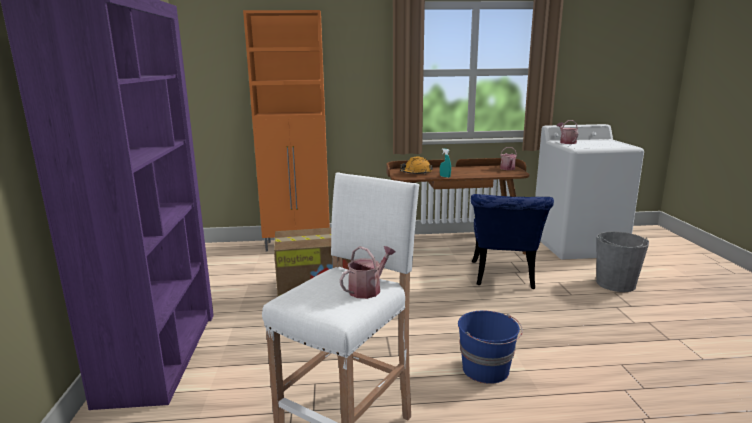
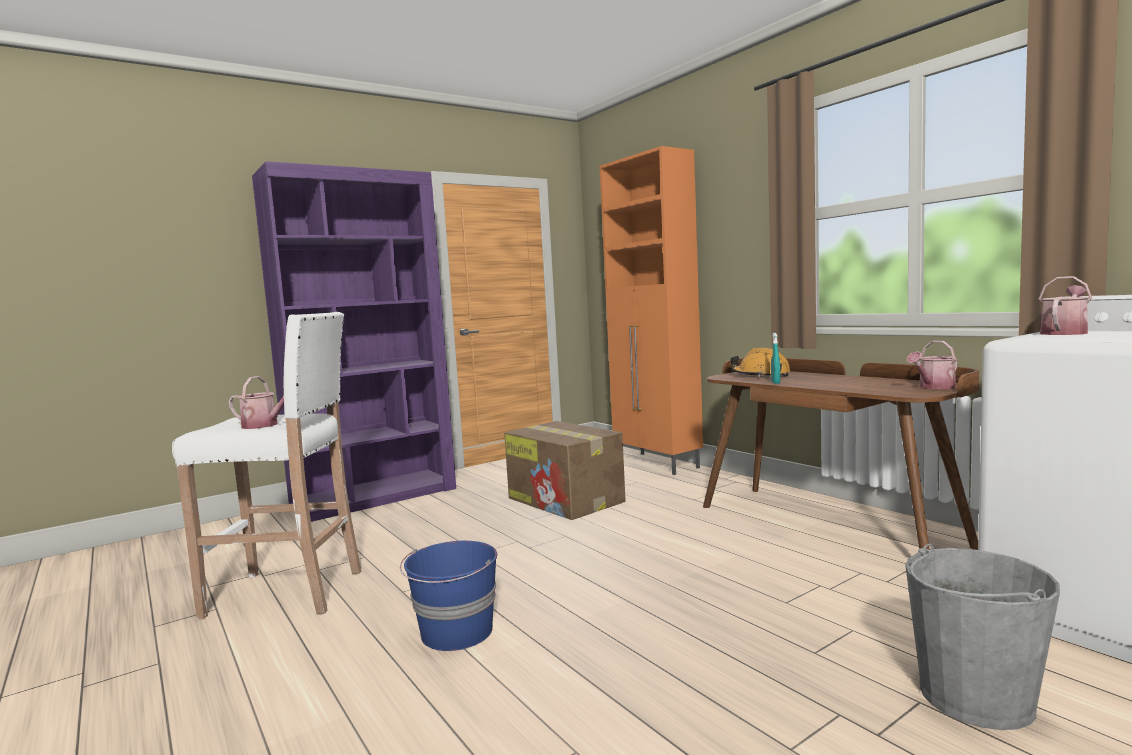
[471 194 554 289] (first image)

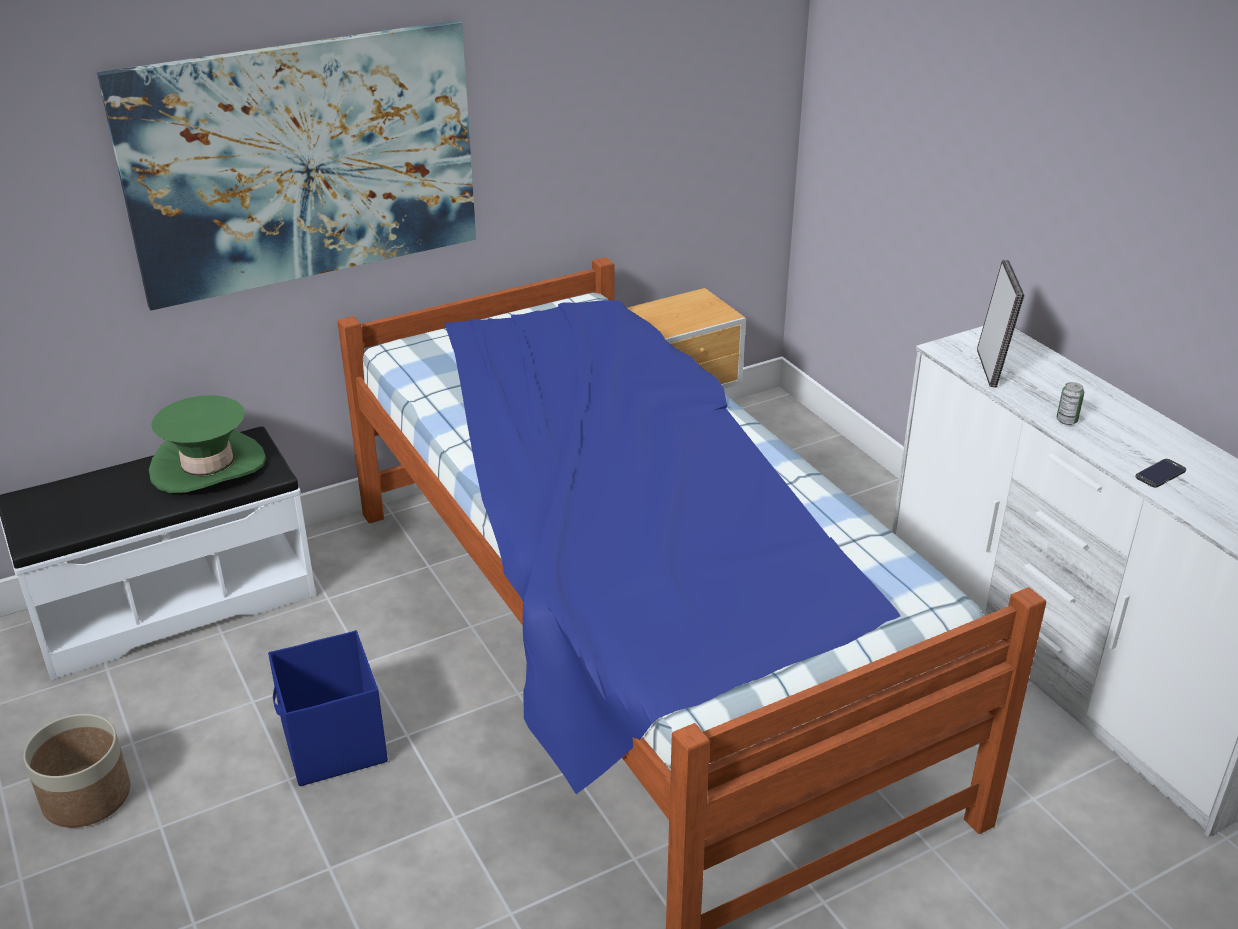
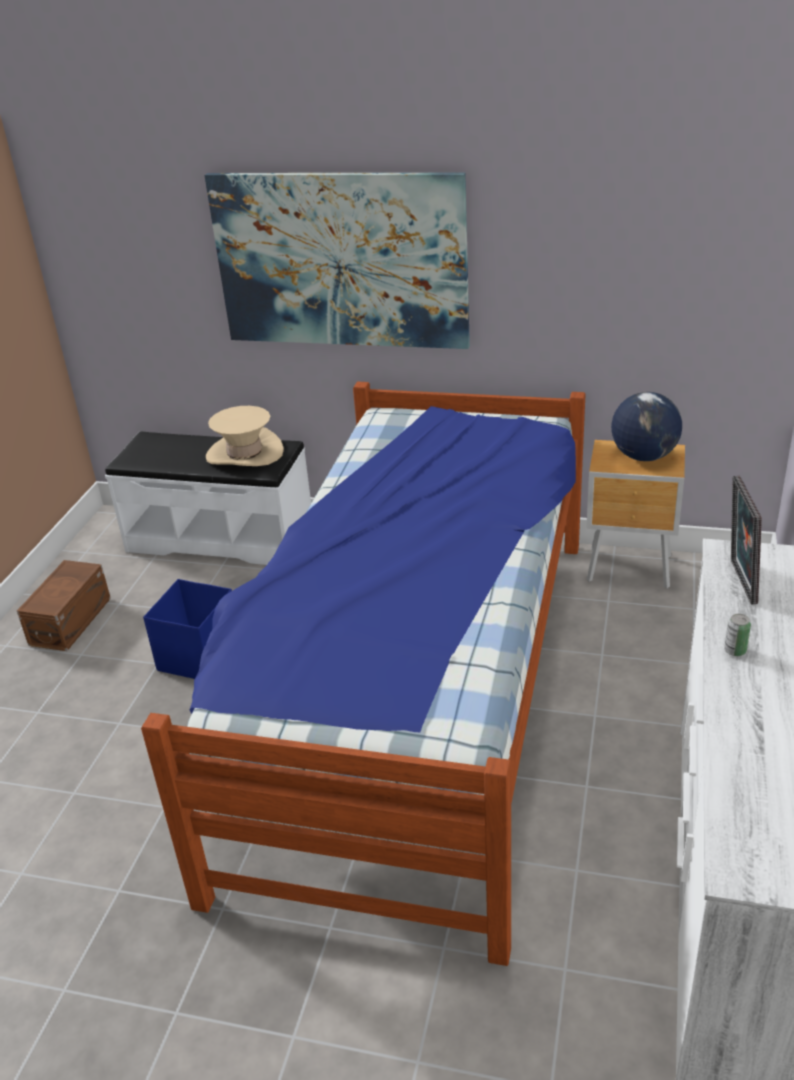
[17 560 111 651]
[206 406 284 466]
[611 392 682 461]
[731 475 762 604]
[1135 459 1186 488] (first image)

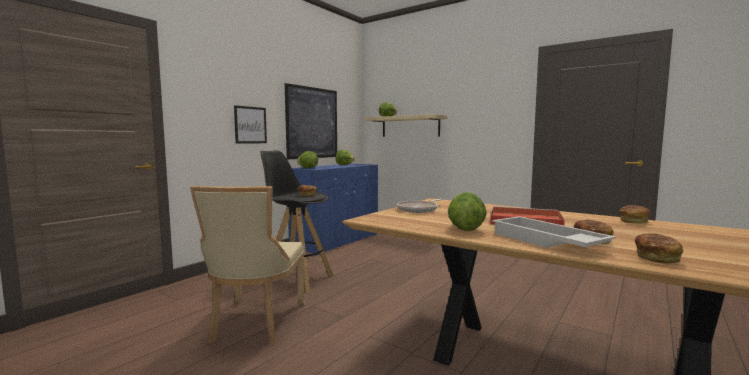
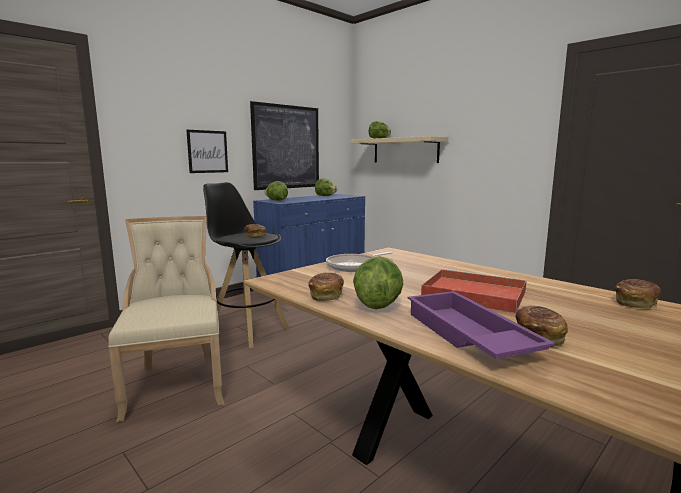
[108 216 225 422]
[308 273 344 301]
[407 291 555 359]

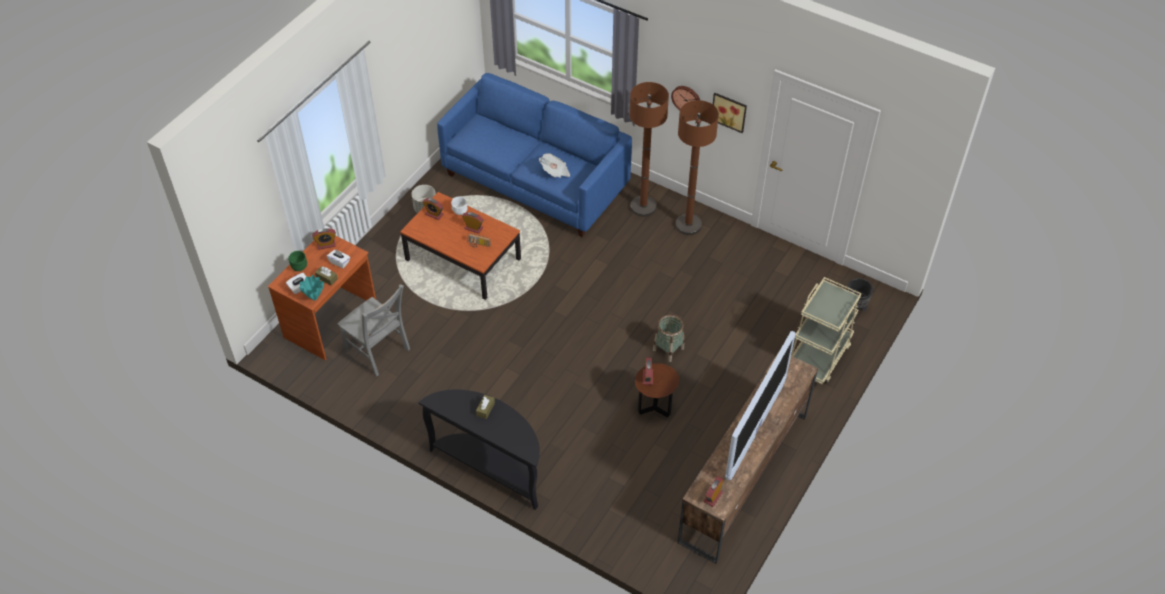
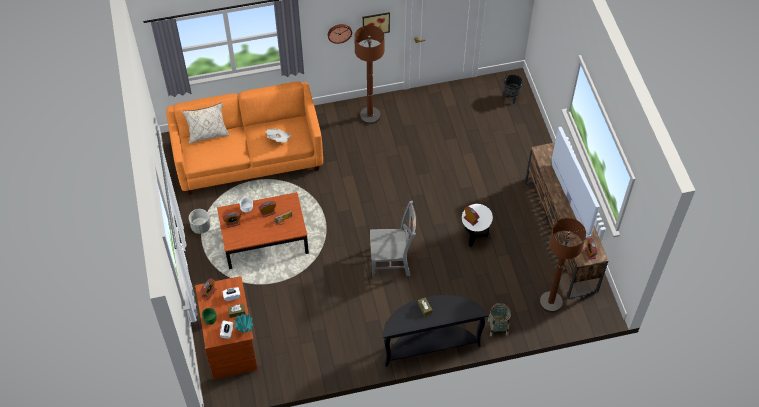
[166 81 323 195]
[182 103 230 144]
[370 201 416 278]
[462 204 493 247]
[488 303 511 336]
[540 218 586 313]
[791 277 862 384] (first image)

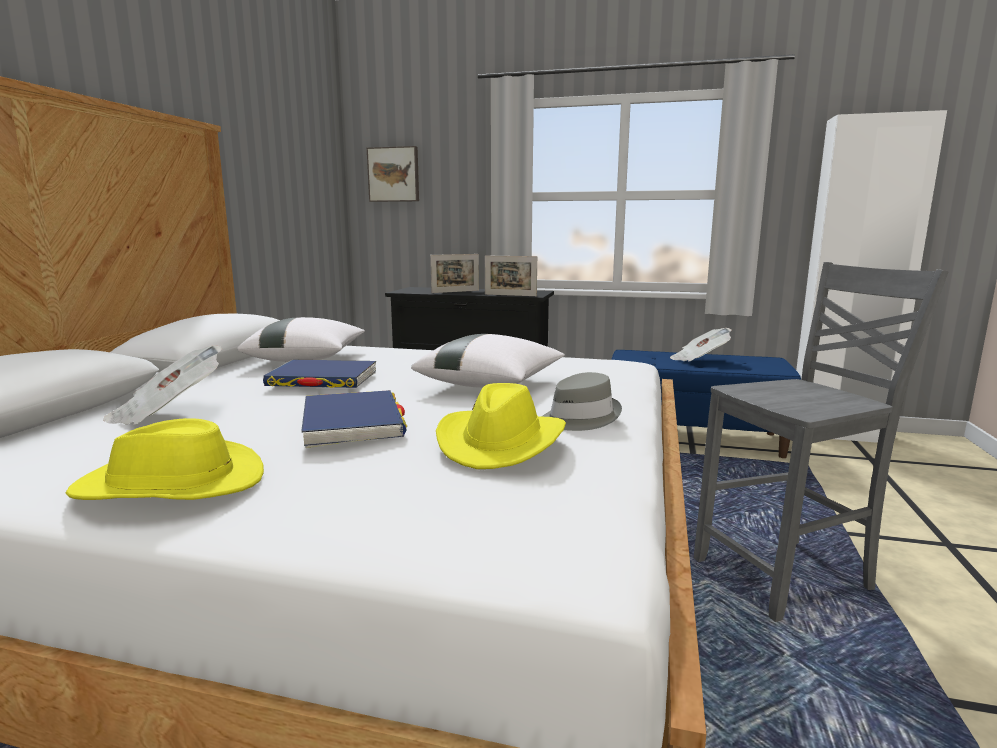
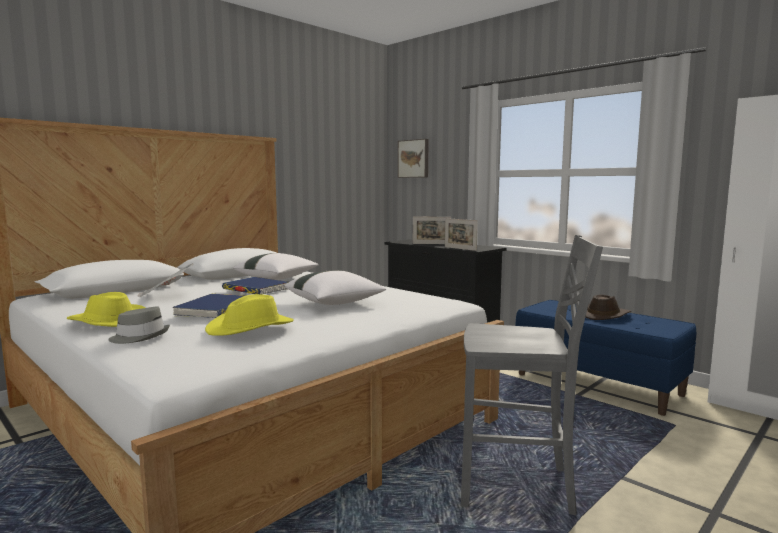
[108 306 170 344]
[586 294 631 320]

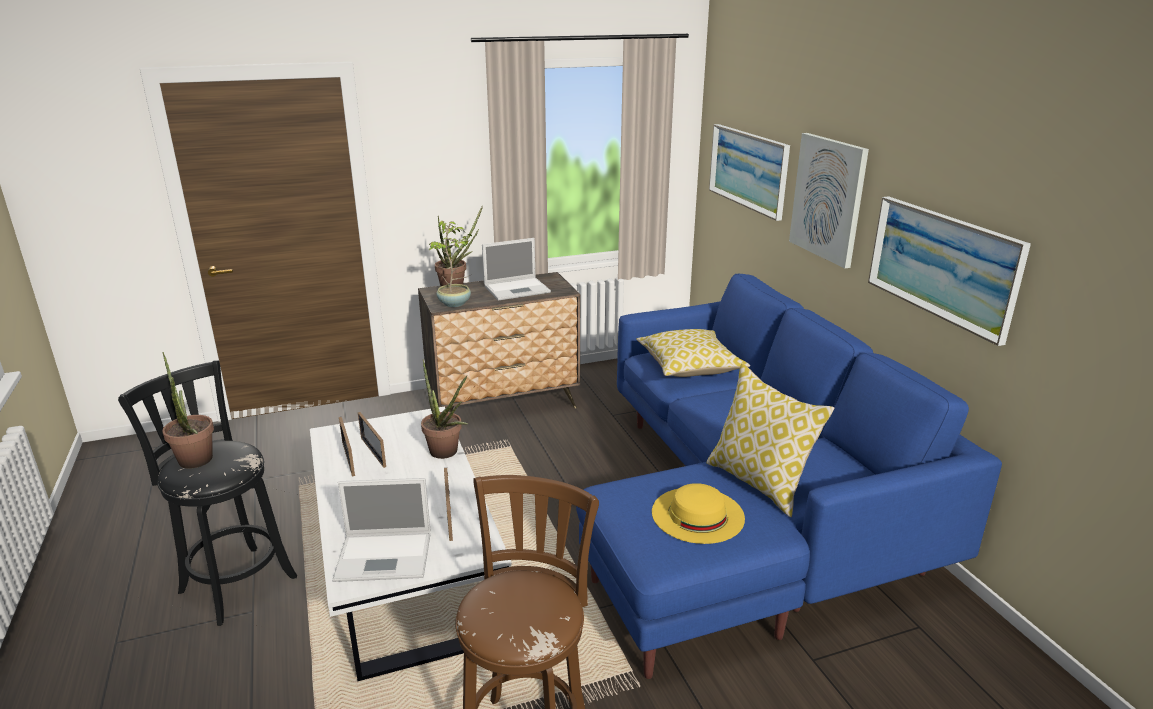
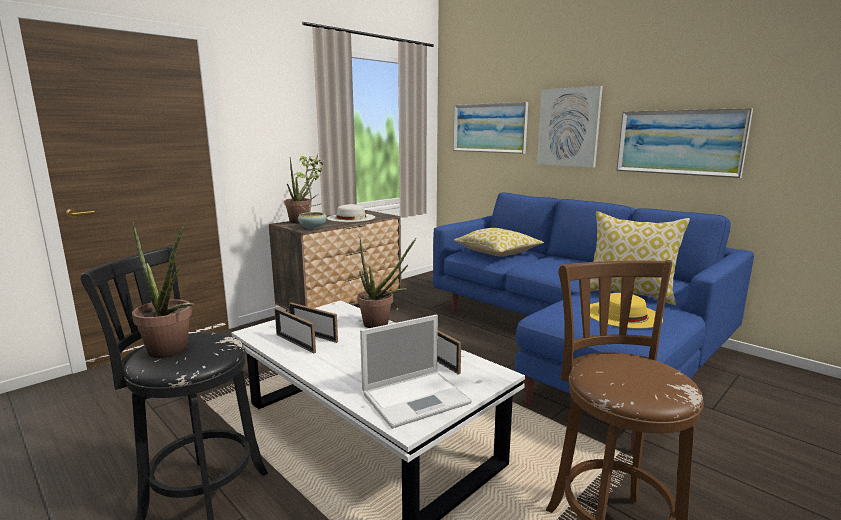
[327 204 375 222]

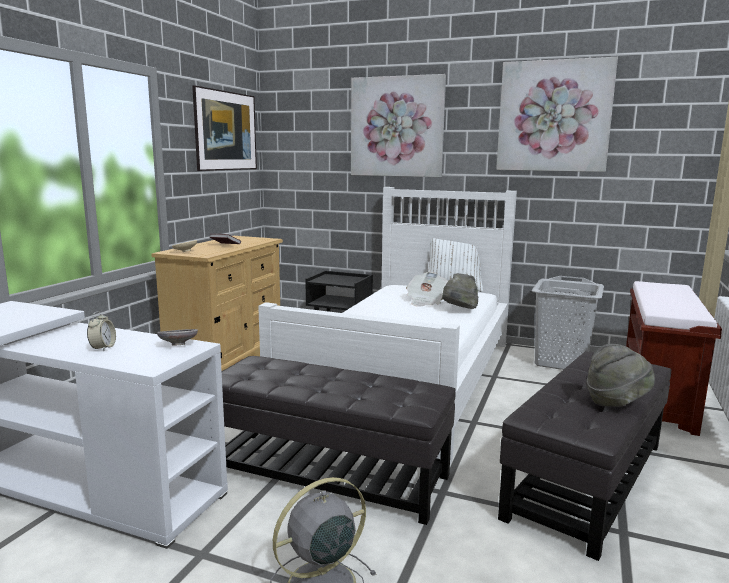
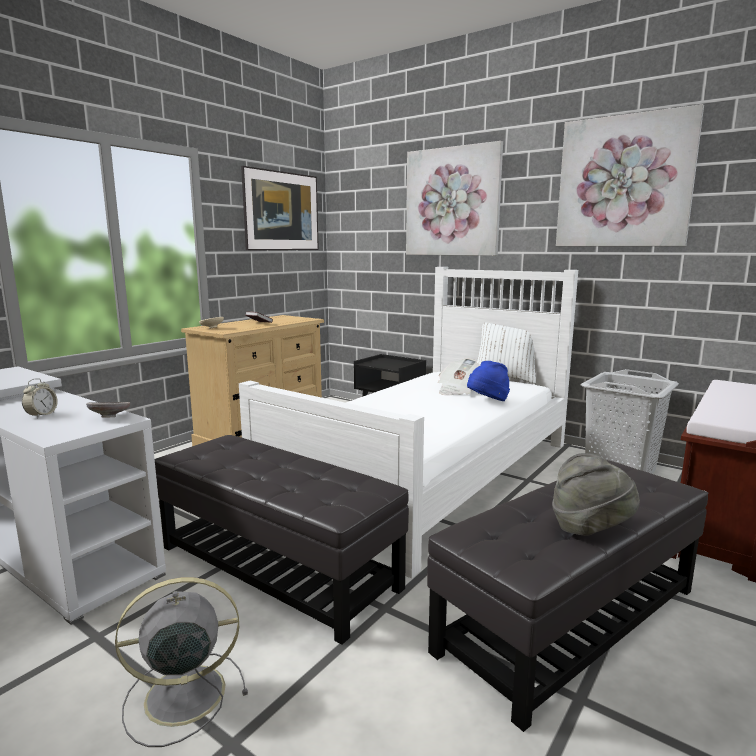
[467 361 510 401]

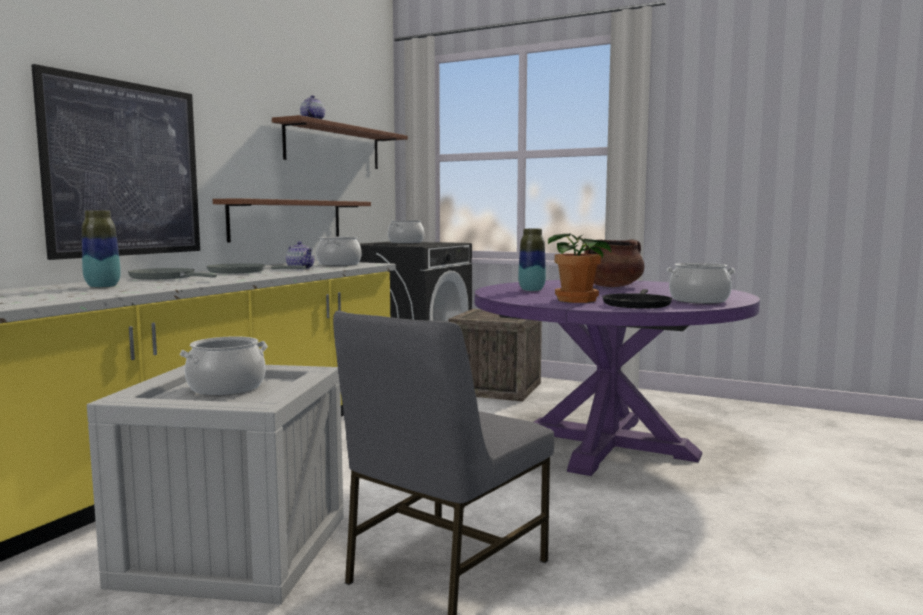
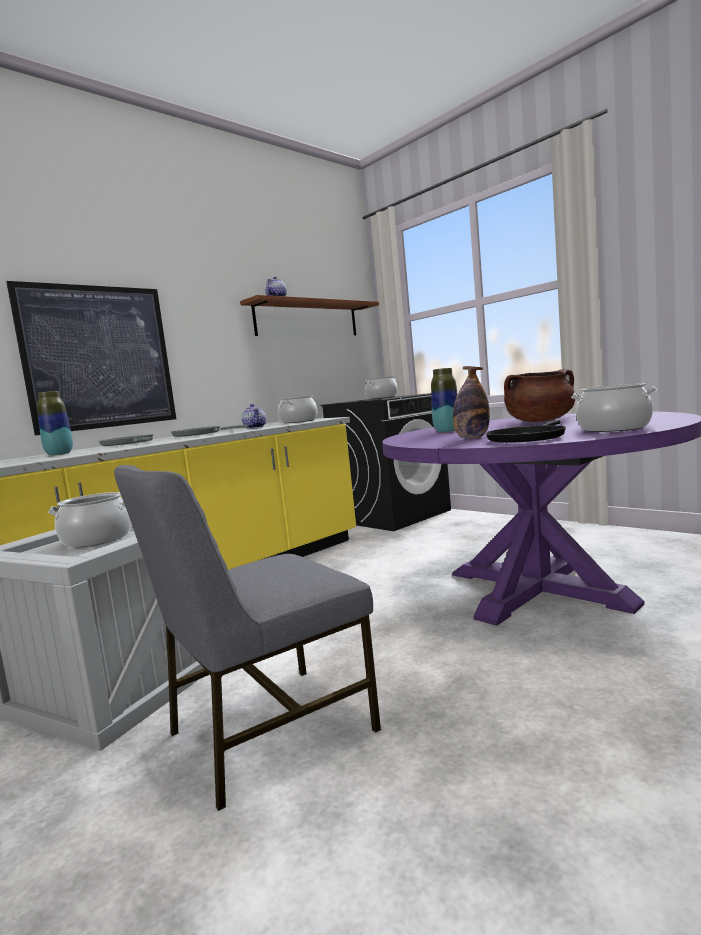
[453 366 490 438]
[213 198 371 243] (first image)
[448 309 542 401] (first image)

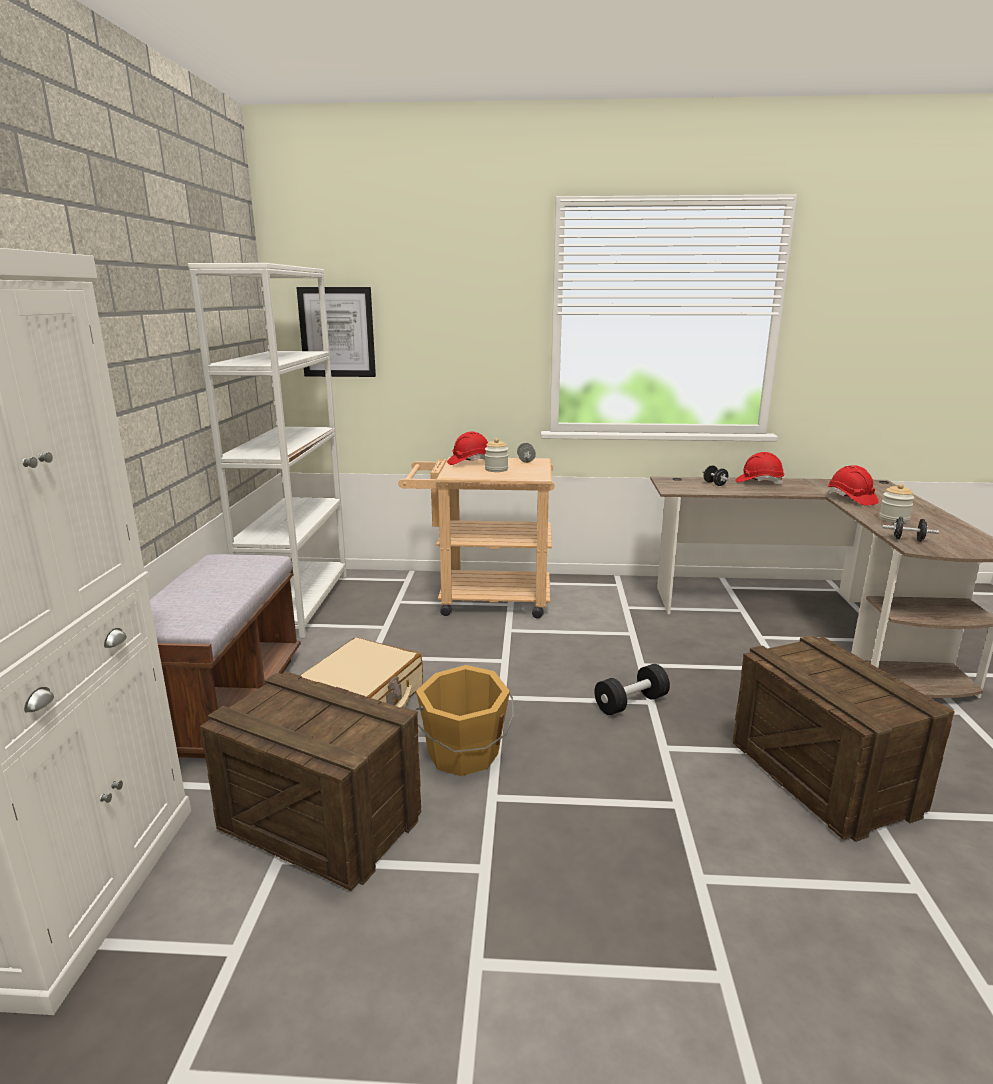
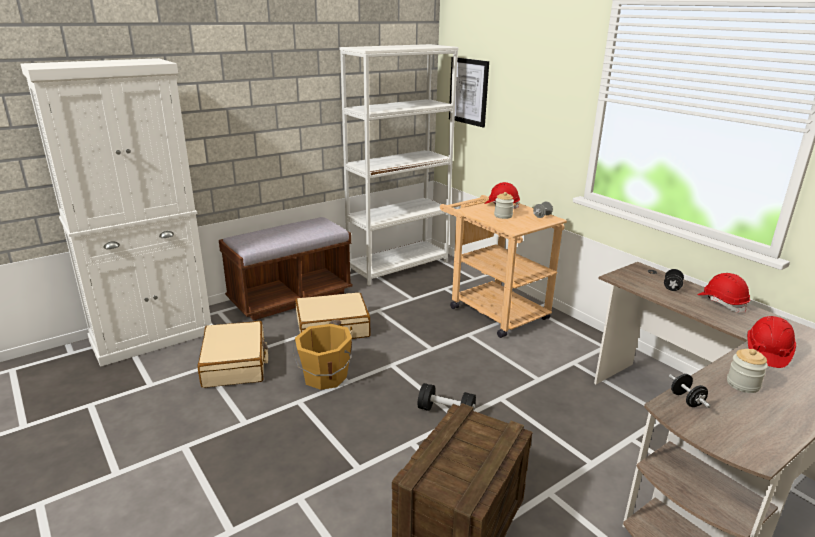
[198 321 268 388]

